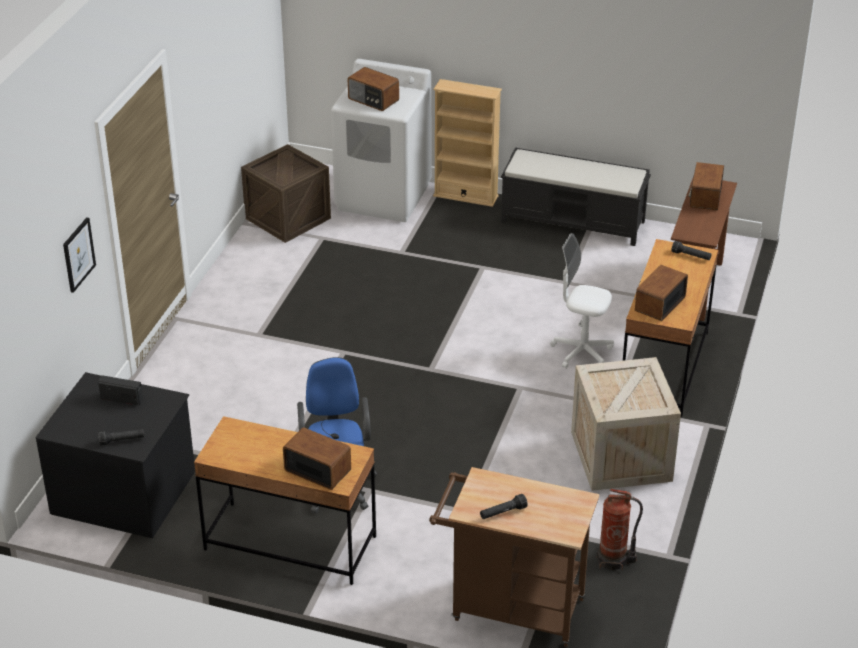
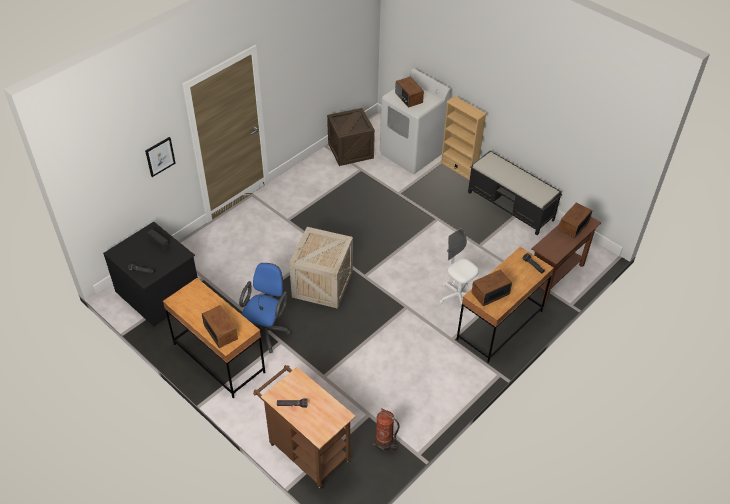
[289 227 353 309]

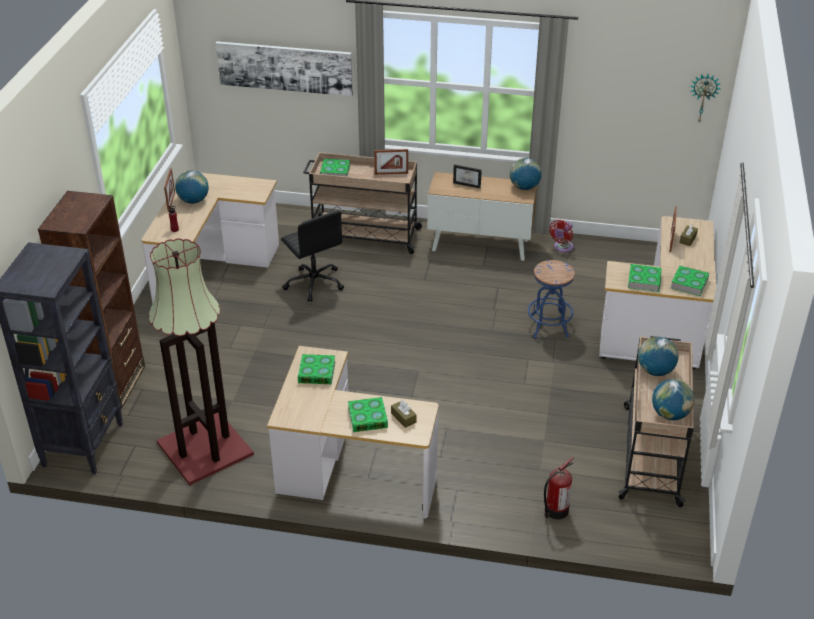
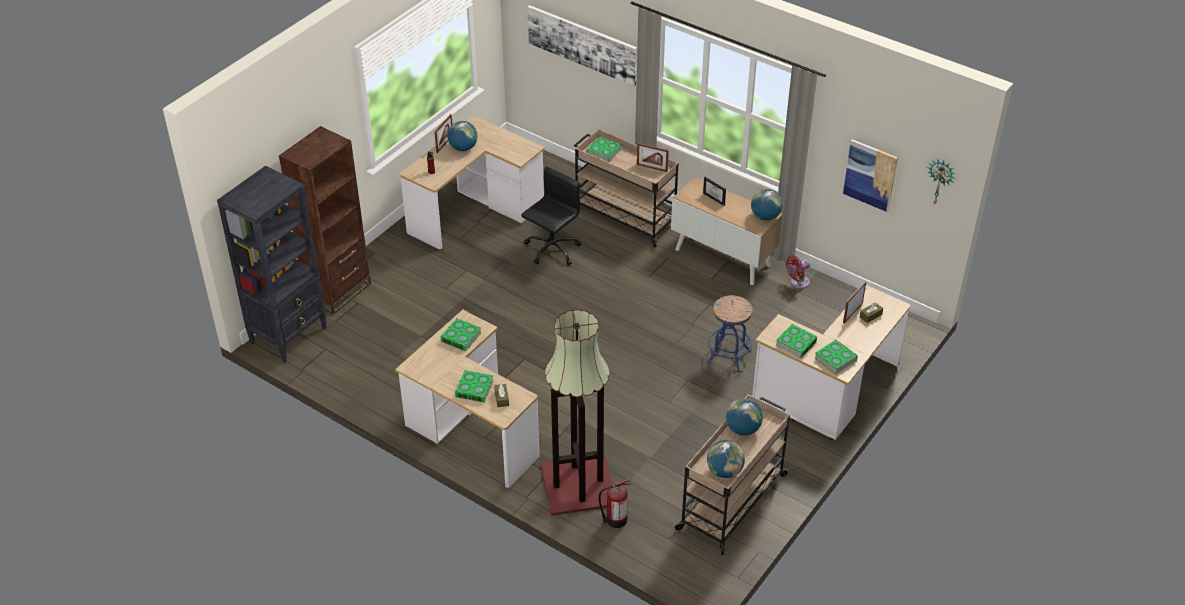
[522 166 581 266]
[540 309 612 516]
[843 139 898 212]

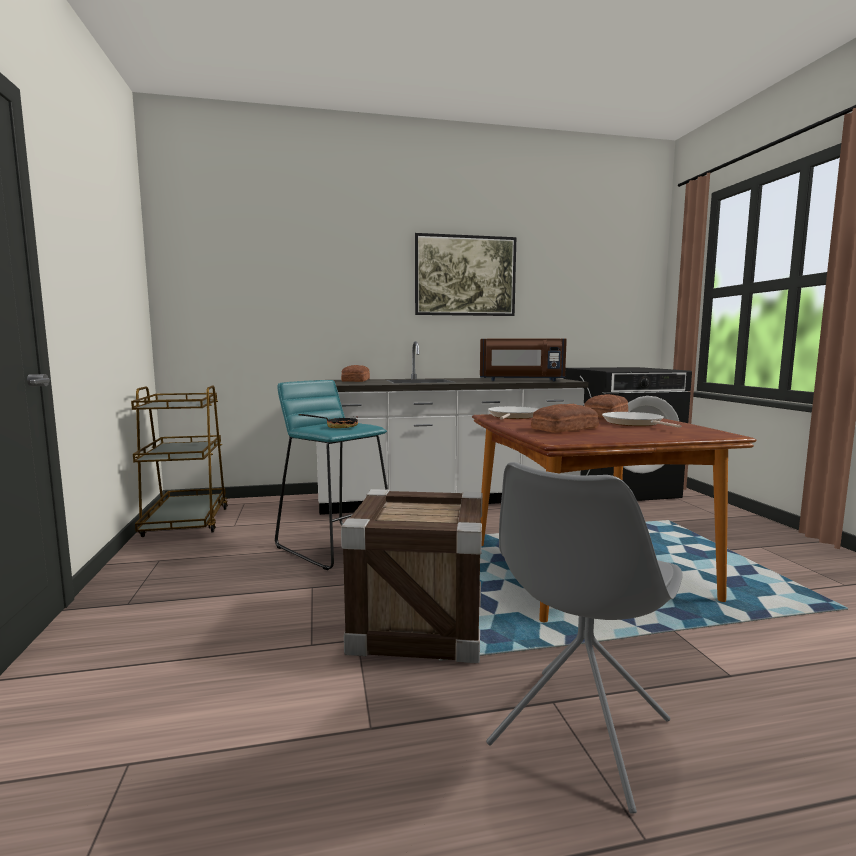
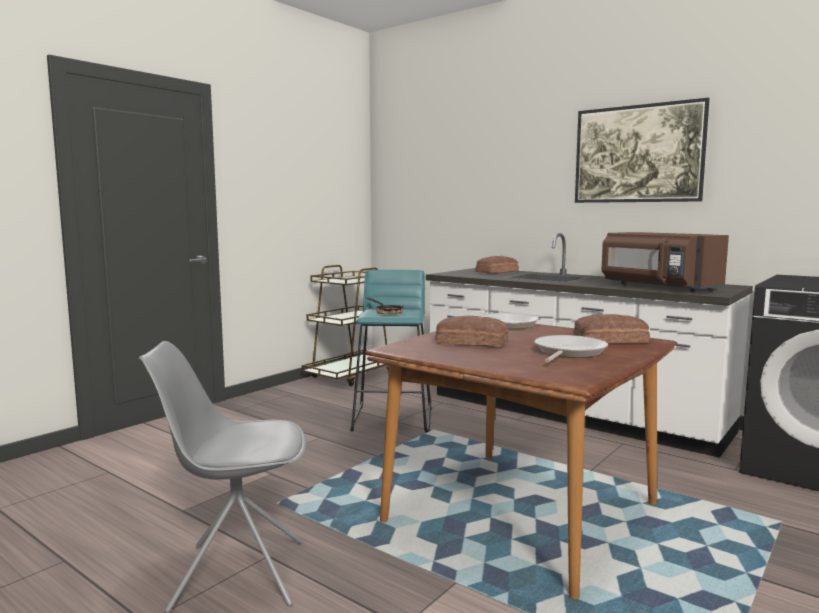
[341 489 483 663] (first image)

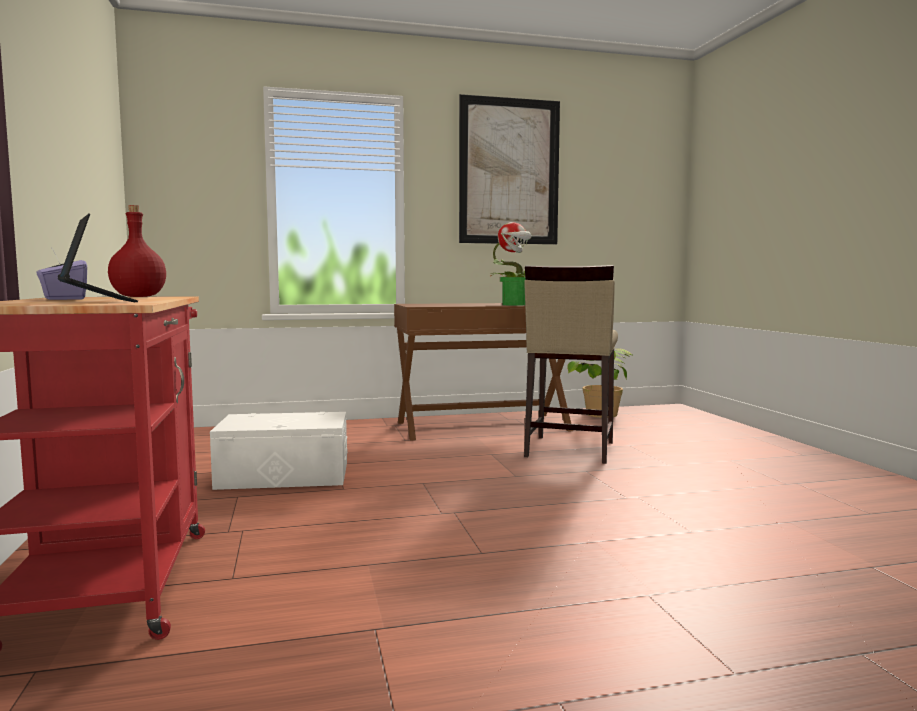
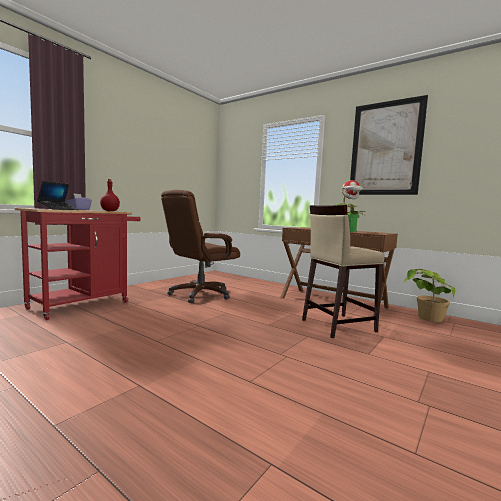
[161 190 240 303]

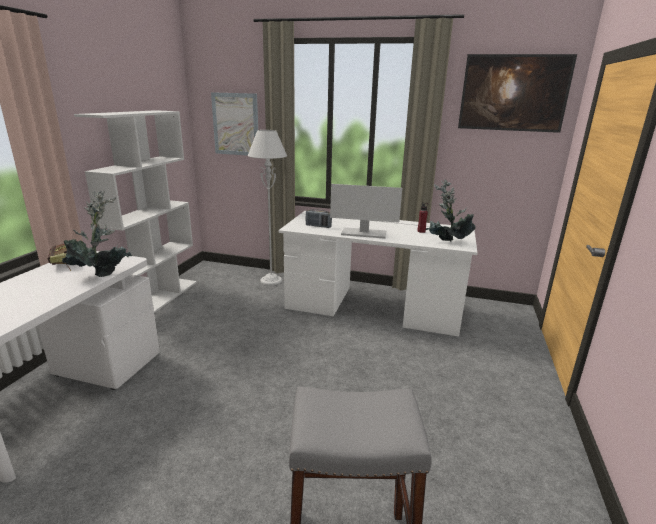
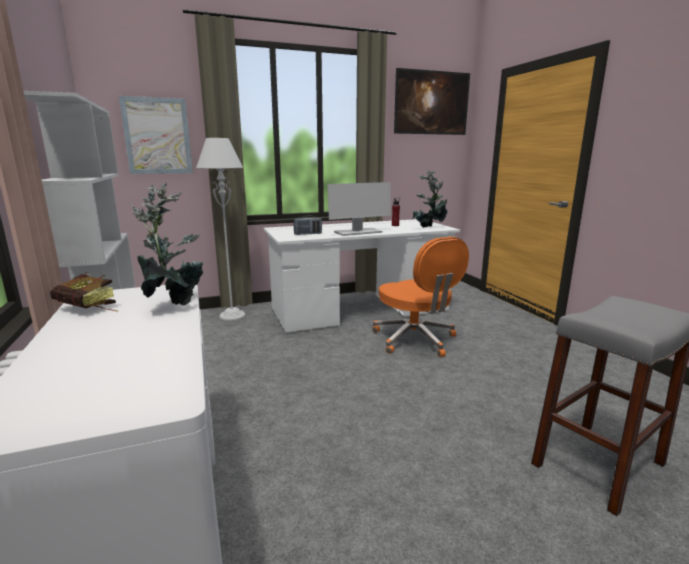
[372 237 469 357]

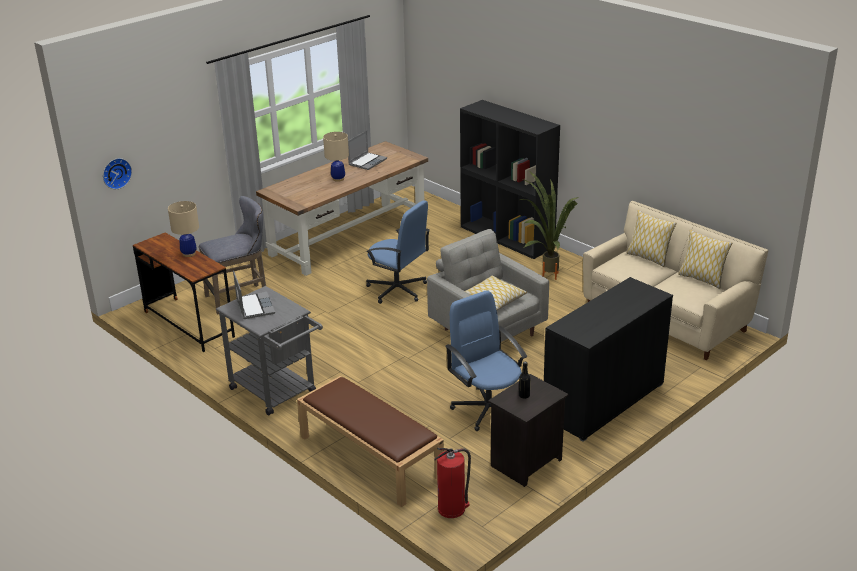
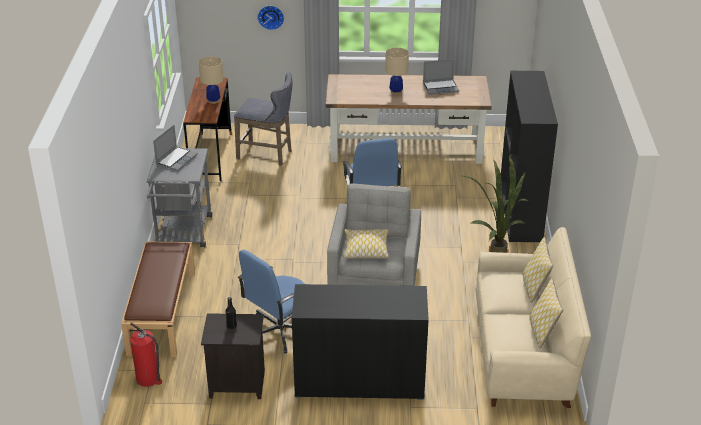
[238 250 305 354]
[257 6 284 30]

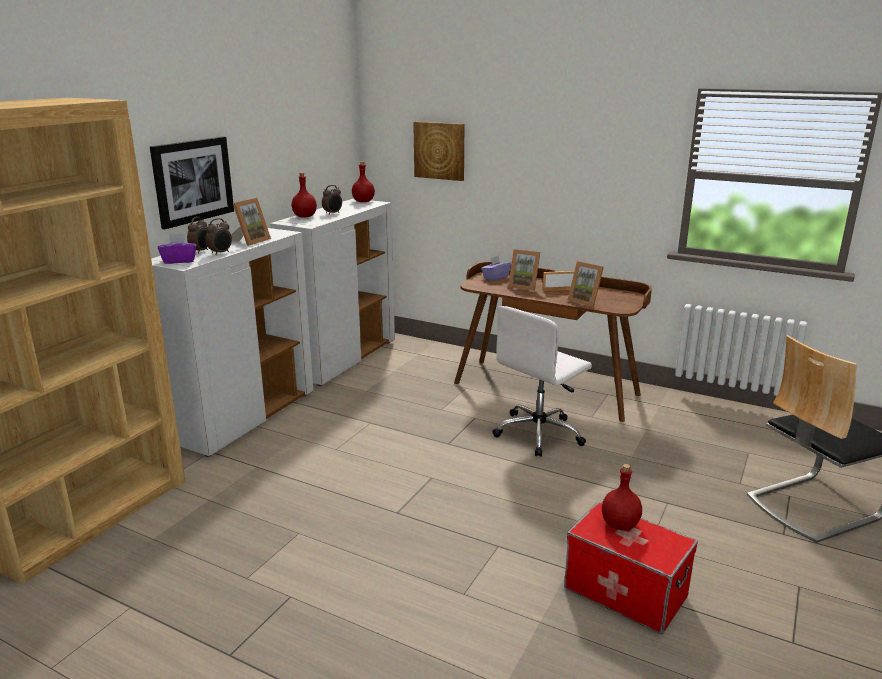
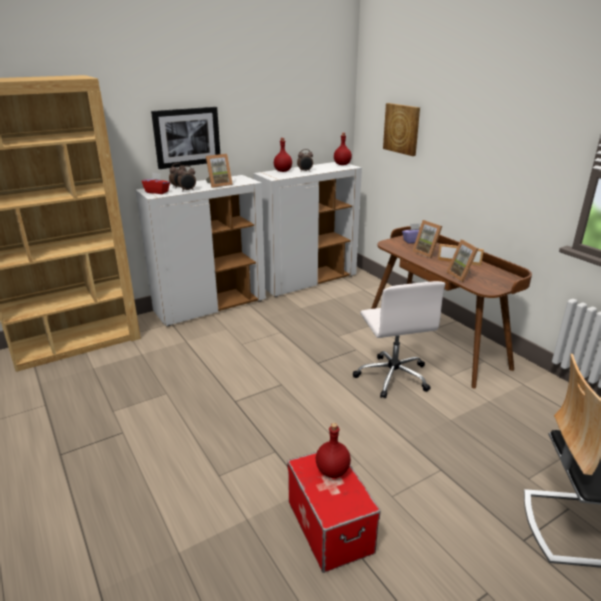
[142 173 170 194]
[353 281 445 398]

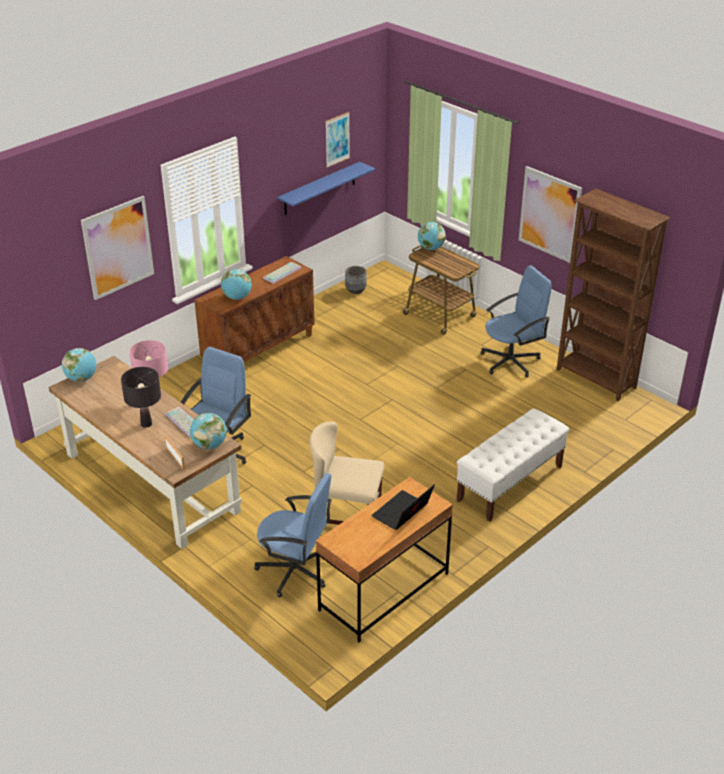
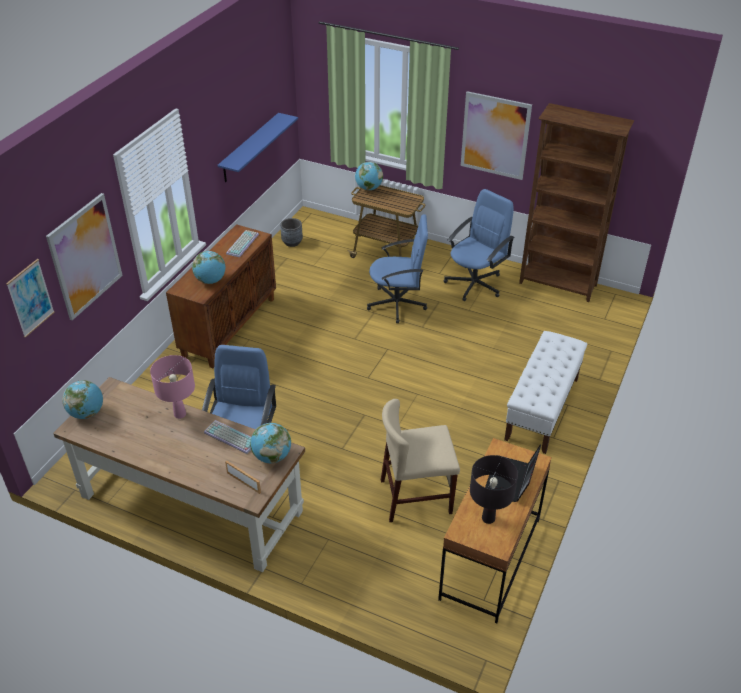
[6 259 55 338]
[367 214 428 323]
[470 455 518 524]

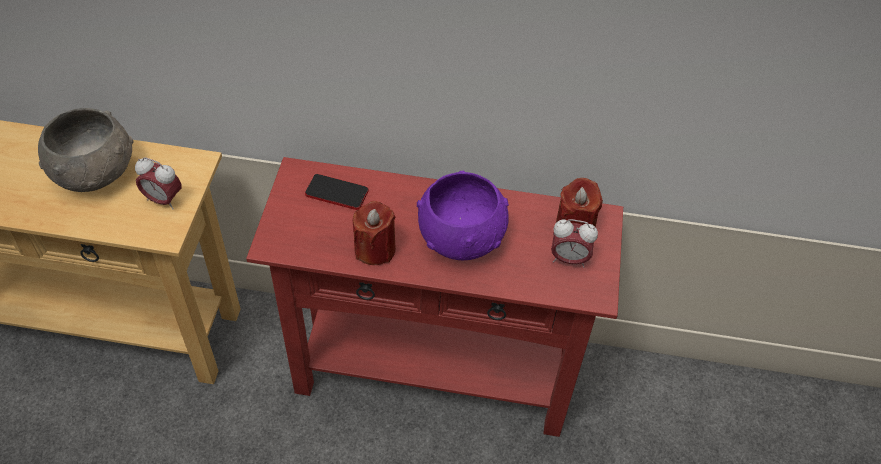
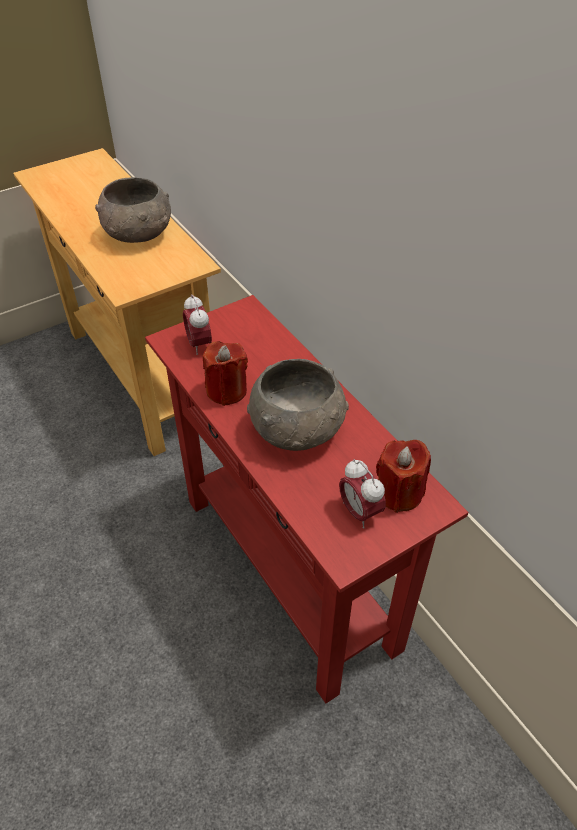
[183 295 212 355]
[247 359 349 451]
[305 174 369 210] (first image)

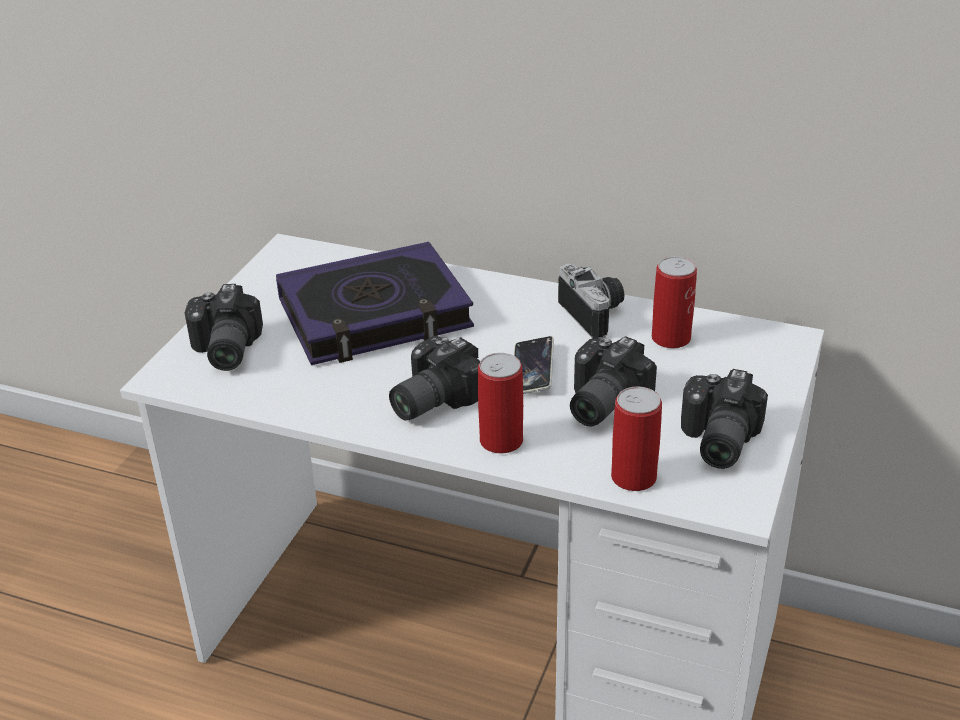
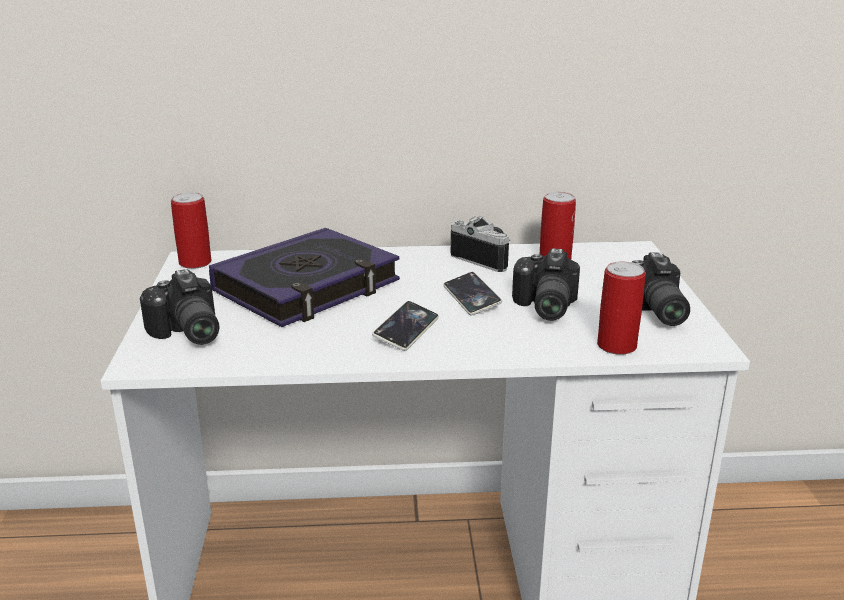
[171 192 211 269]
[372 301 439 351]

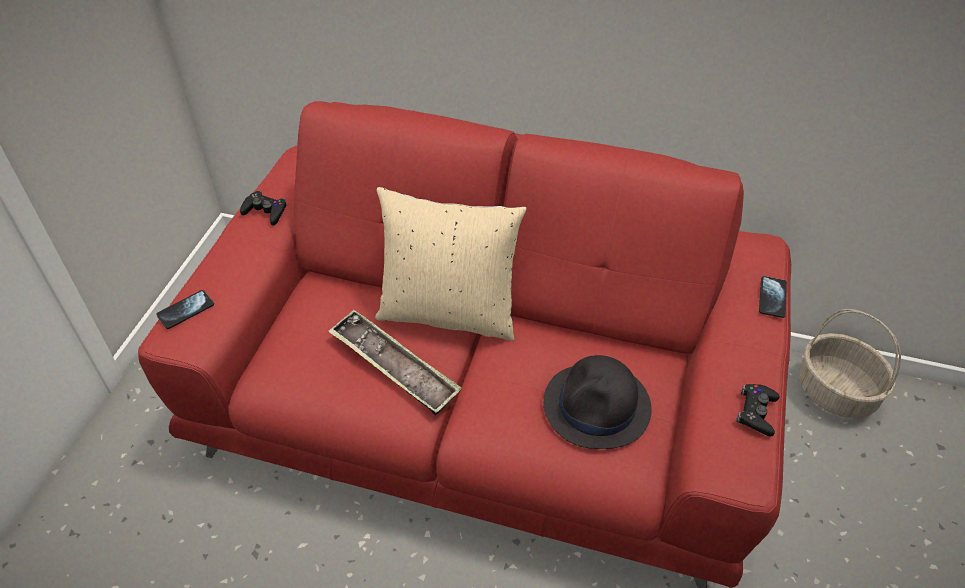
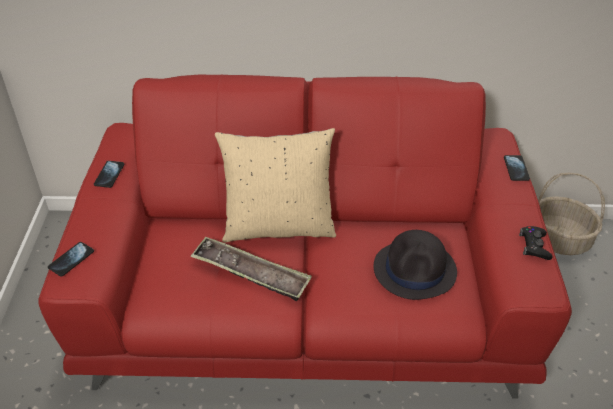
[94 161 124 188]

